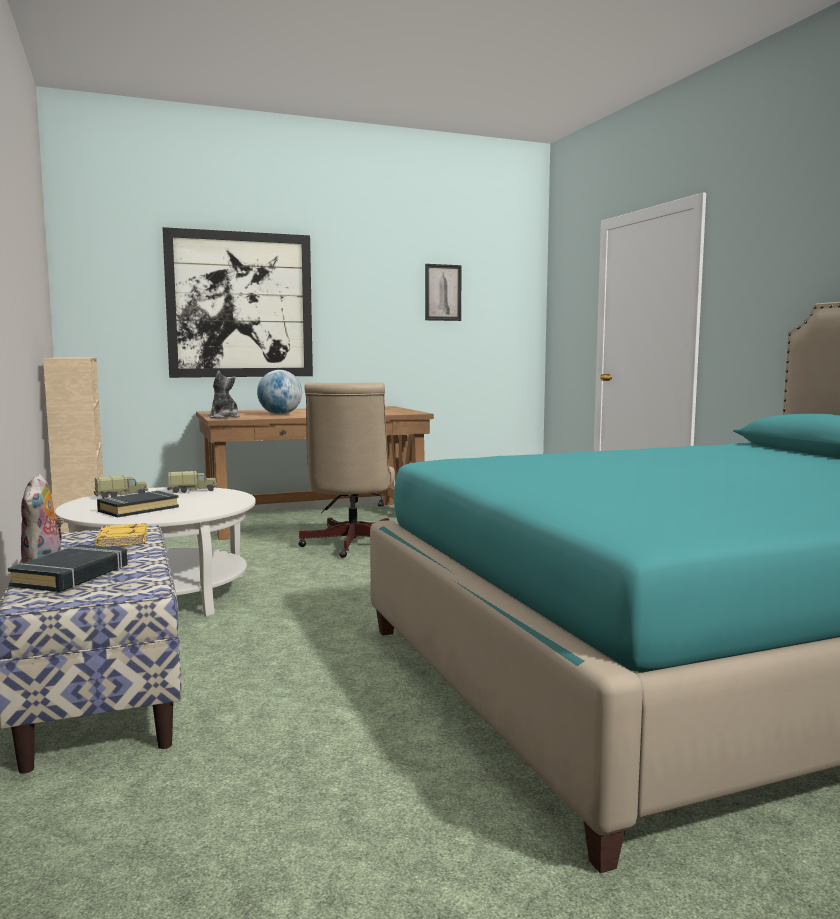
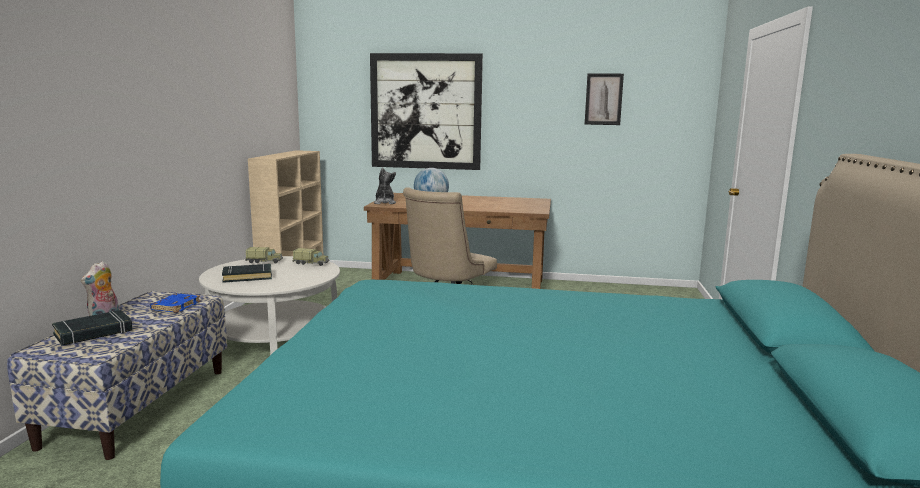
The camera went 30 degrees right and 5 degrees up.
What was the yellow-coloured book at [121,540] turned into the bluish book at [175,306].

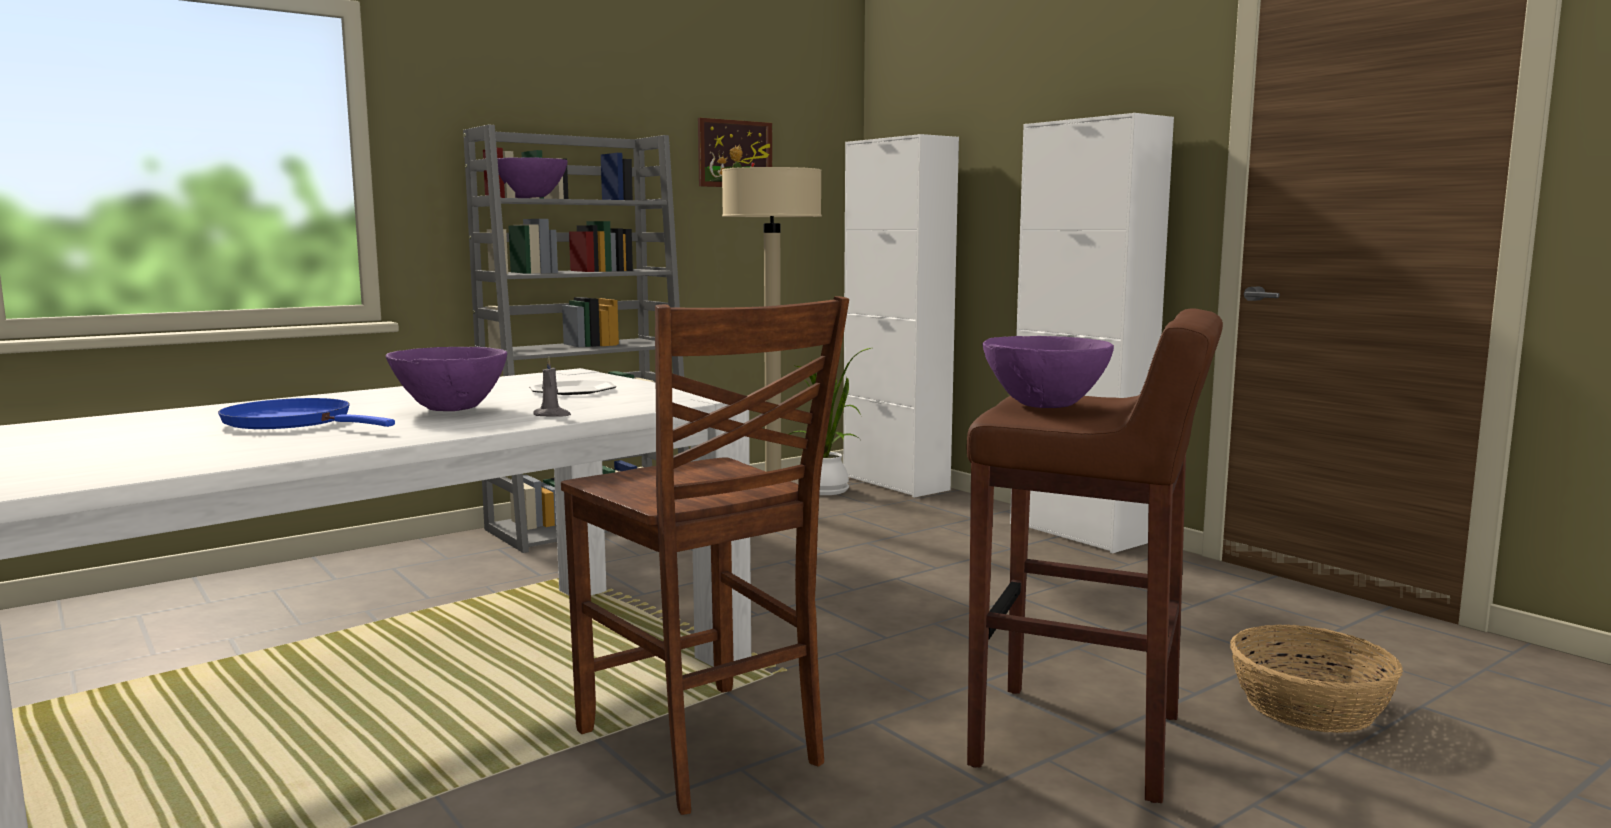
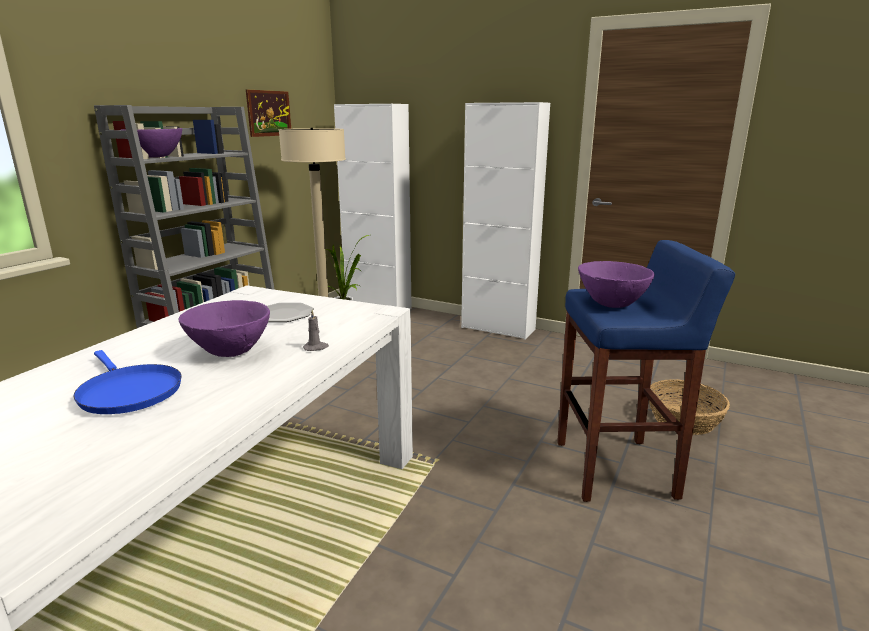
The camera went 25 degrees left and 10 degrees up.
The second view lost the brown upright chair at [702,748].
What was the brown stool at [1081,742] turned into the bluish stool at [617,469].
The bluish pan at [294,422] ended up facing another way, 135 degrees counterclockwise from before.

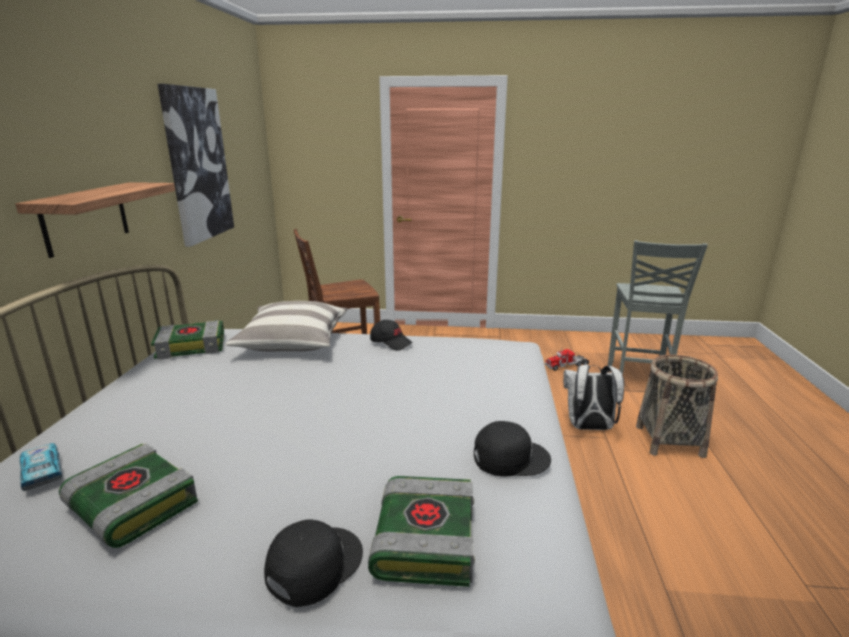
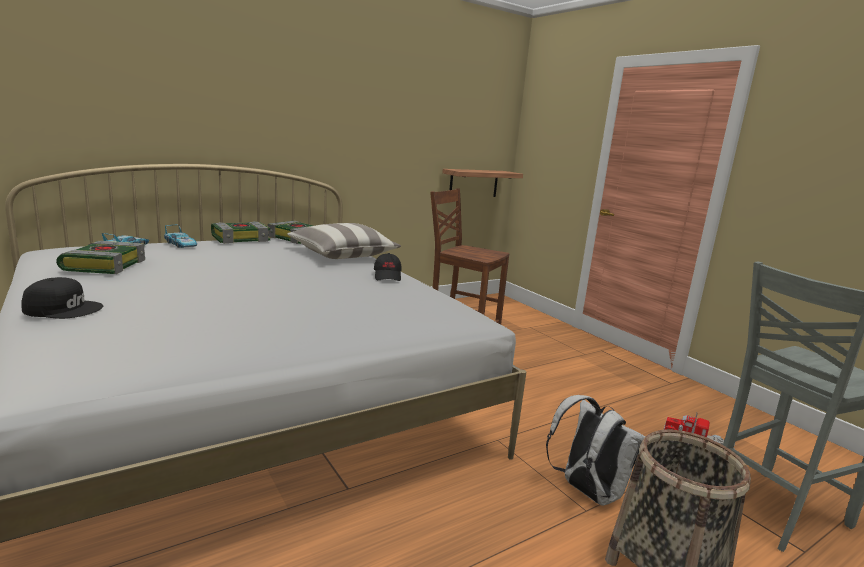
The camera went 50 degrees right and 5 degrees down.
The second view lost the wall art at [197,165].
The bracket shelf ended up elsewhere, having gone from [86,218] to [473,183].
The second view lost the black baseball cap at [510,457].
The book ended up elsewhere, having gone from [423,538] to [241,238].
The second view gained the miniature car at [181,244].

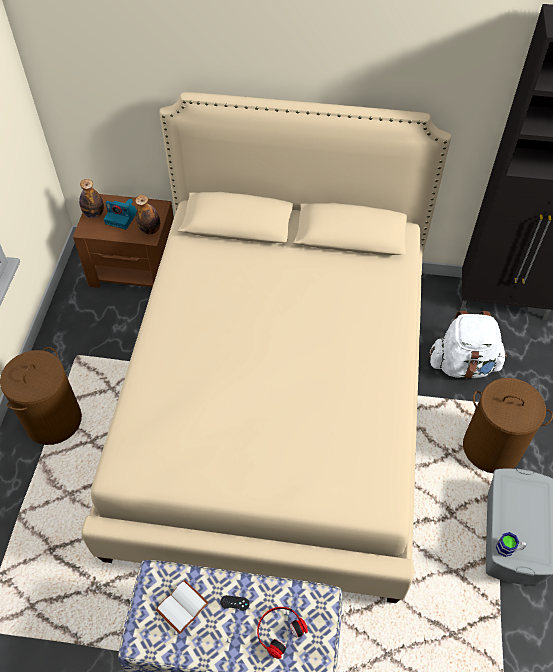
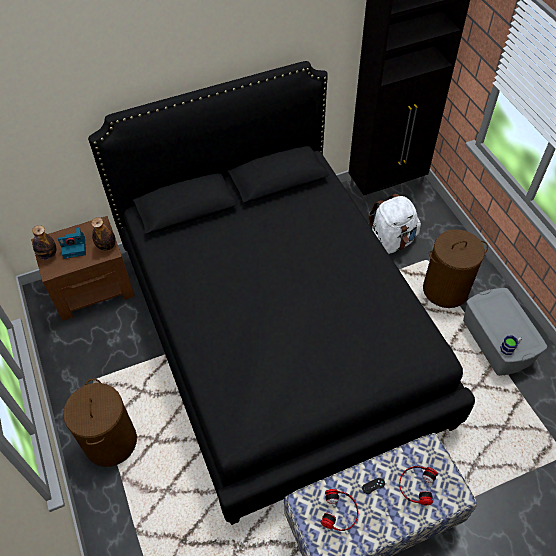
The camera went 30 degrees left and 0 degrees up.
What was the beige sleeping bed at [277,402] turned into the black sleeping bed at [279,334].
Where the white book stood at [182,608], the headphones came to stand at [340,512].

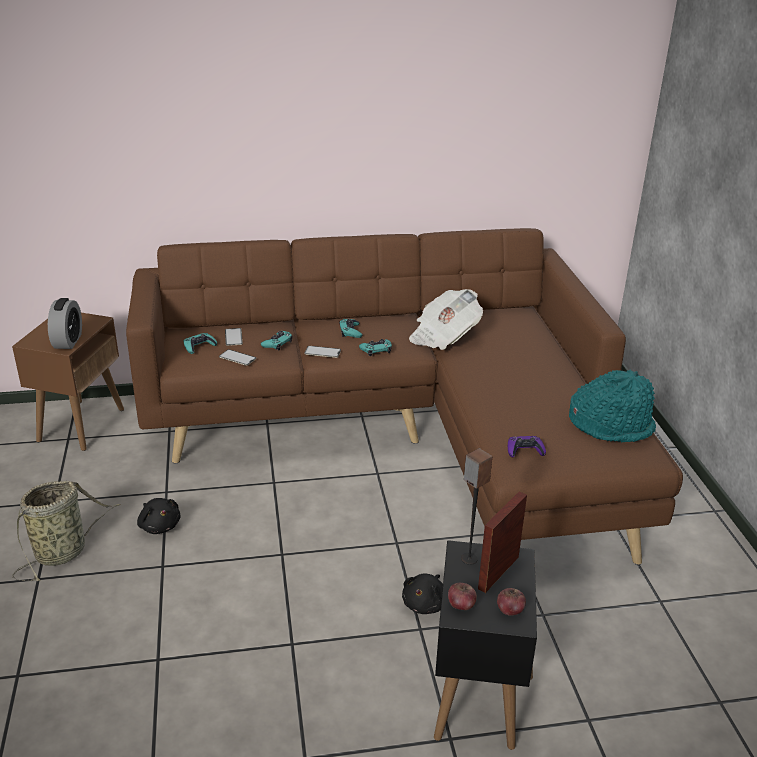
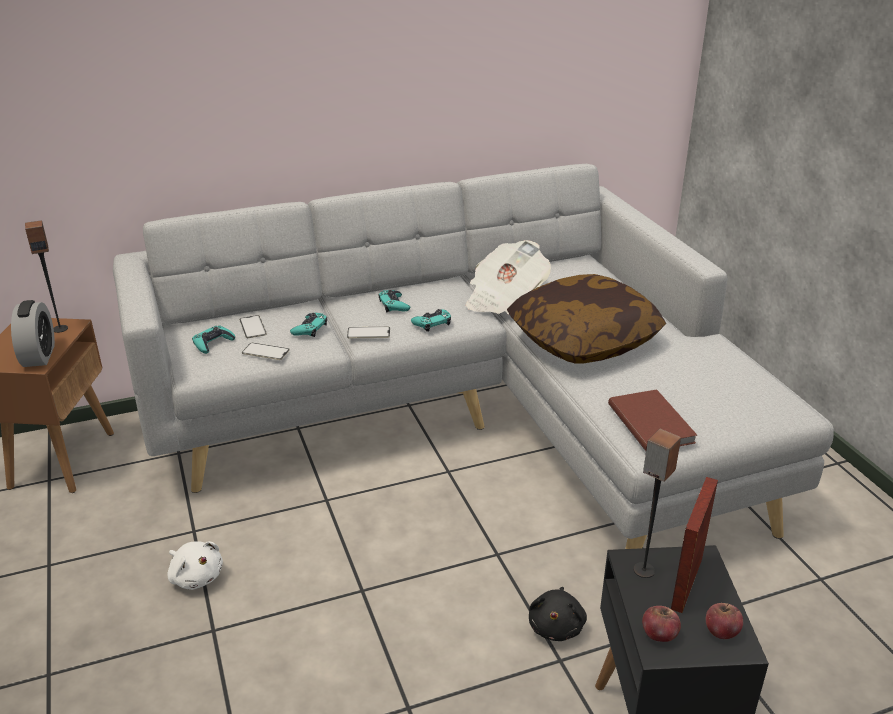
The camera went 10 degrees left and 0 degrees up.
What was the brown couch at [414,443] turned into the greyish couch at [480,429].
The second view lost the blue-green wearable hat at [611,425].
Where the purple-coloured game controller stood at [525,450], the brown book came to stand at [652,422].
The second view lost the basket at [64,551].
What was the black soft toy at [159,525] turned into the white soft toy at [196,576].
The second view gained the loudspeaker at [60,328].
The second view gained the throw pillow at [583,340].

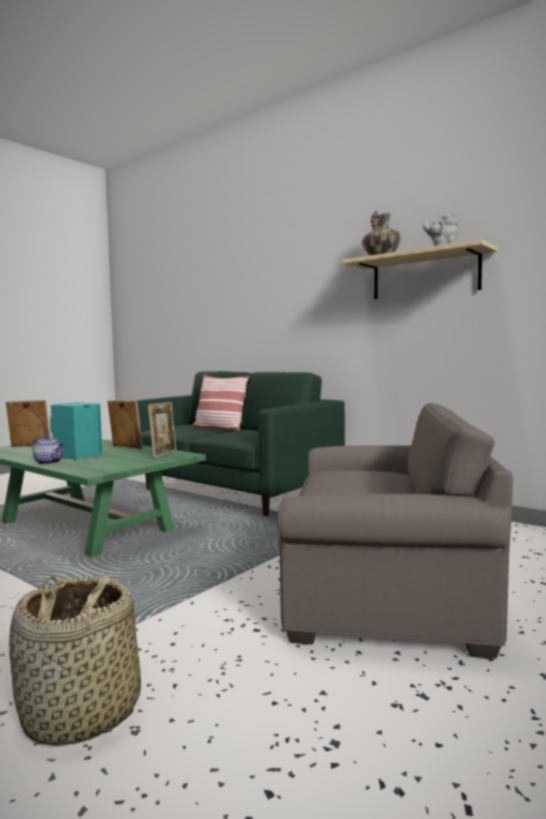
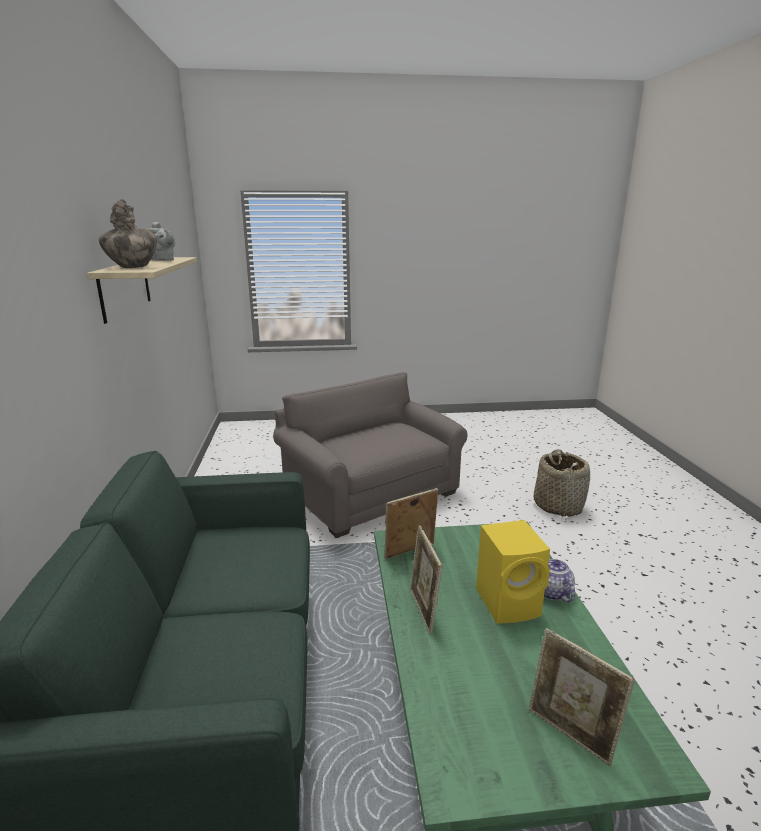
The camera went 135 degrees left and 15 degrees up.
The second view lost the throw pillow at [219,428].
What was the blue-green loudspeaker at [76,456] turned into the yellow-coloured loudspeaker at [510,602].

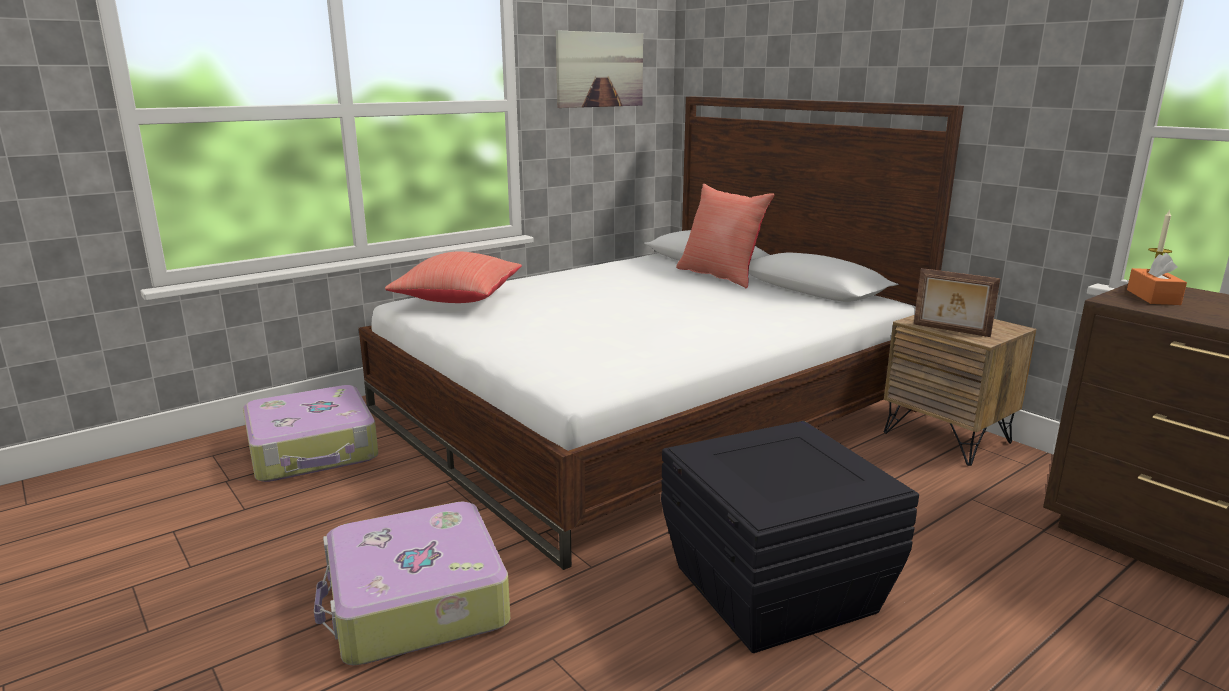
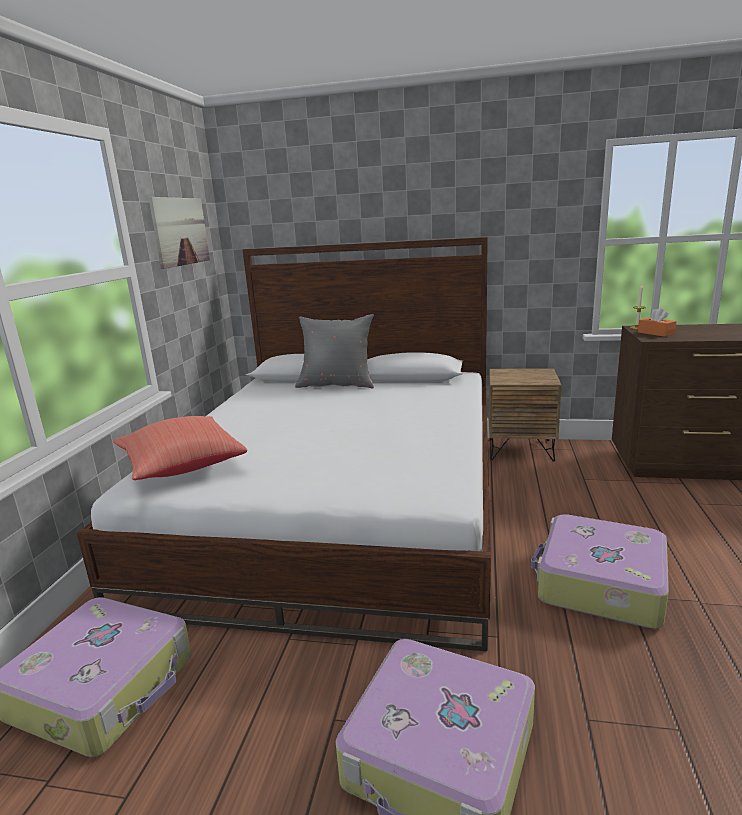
The camera went 40 degrees left and 0 degrees up.
What was the red throw pillow at [720,276] turned into the greyish throw pillow at [337,384].
The second view lost the photo frame at [950,330].
Where the black storage bin stood at [771,588], the suitcase came to stand at [599,584].

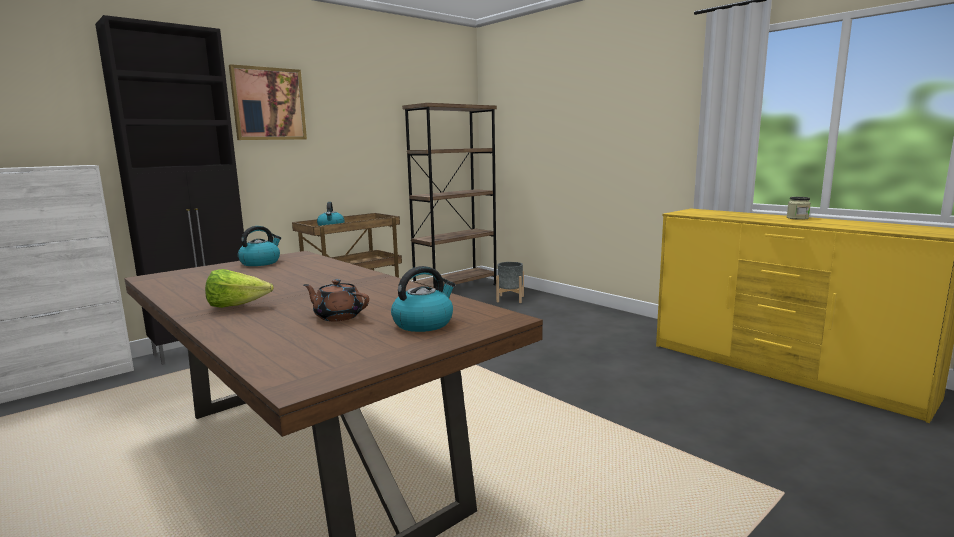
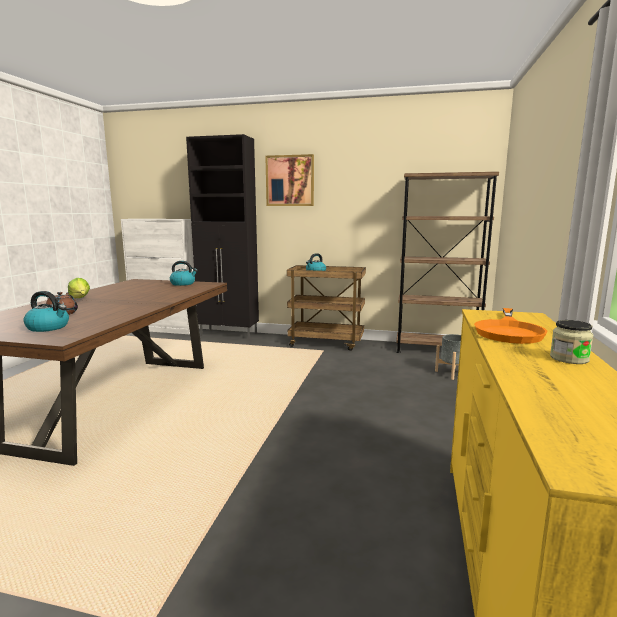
The camera went 55 degrees right and 0 degrees up.
The second view gained the orangey pan at [509,331].

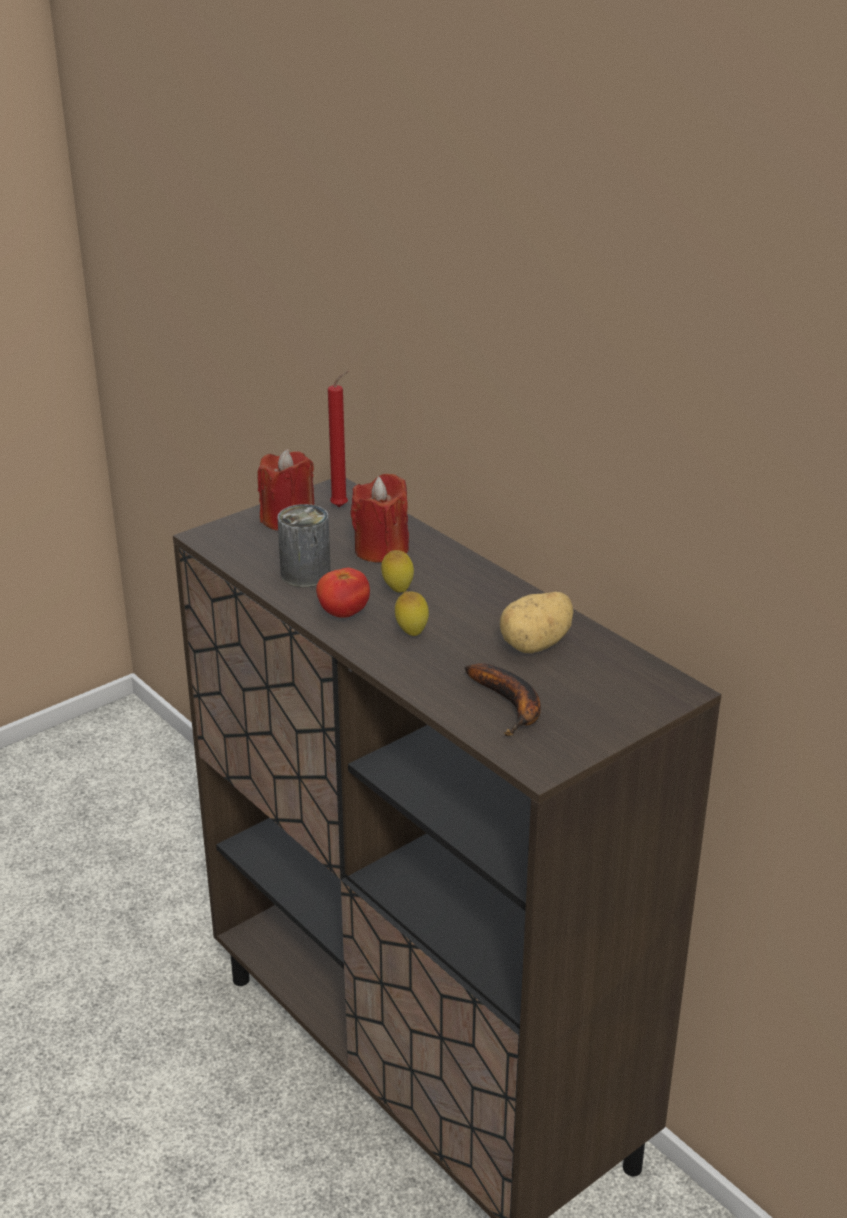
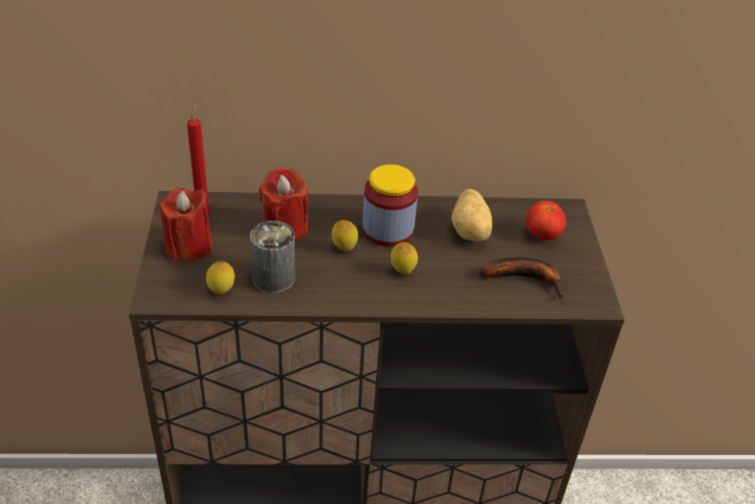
The camera went 55 degrees left and 10 degrees up.
The fresh tomato ended up elsewhere, having gone from [343,613] to [542,235].
The second view gained the jar at [388,230].
The second view gained the lemon at [221,292].

